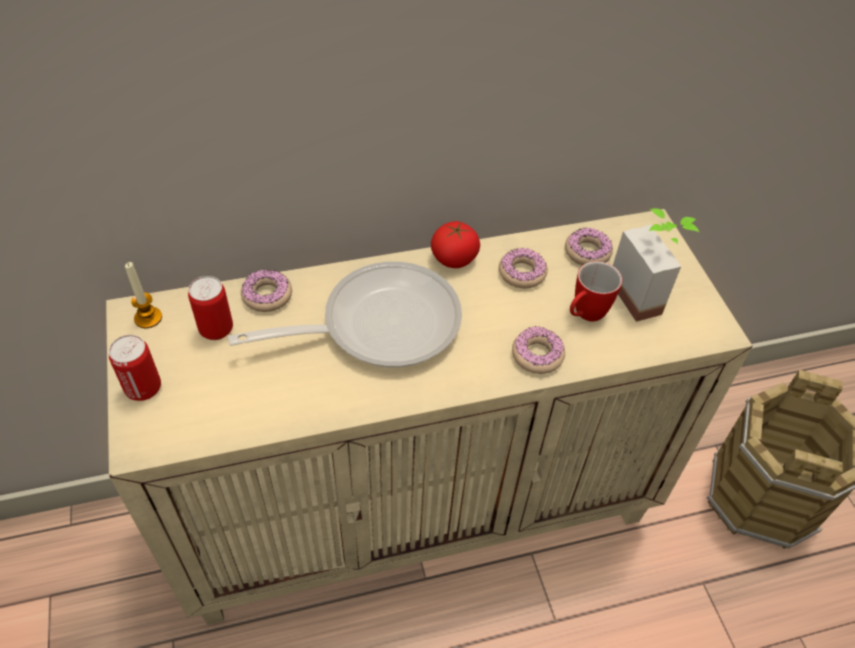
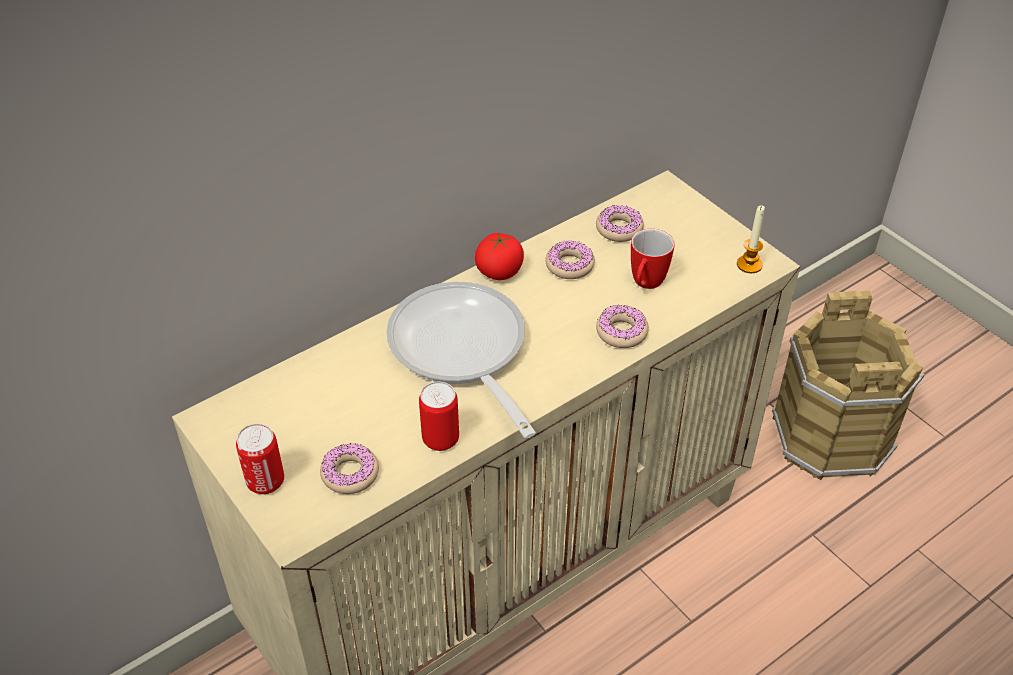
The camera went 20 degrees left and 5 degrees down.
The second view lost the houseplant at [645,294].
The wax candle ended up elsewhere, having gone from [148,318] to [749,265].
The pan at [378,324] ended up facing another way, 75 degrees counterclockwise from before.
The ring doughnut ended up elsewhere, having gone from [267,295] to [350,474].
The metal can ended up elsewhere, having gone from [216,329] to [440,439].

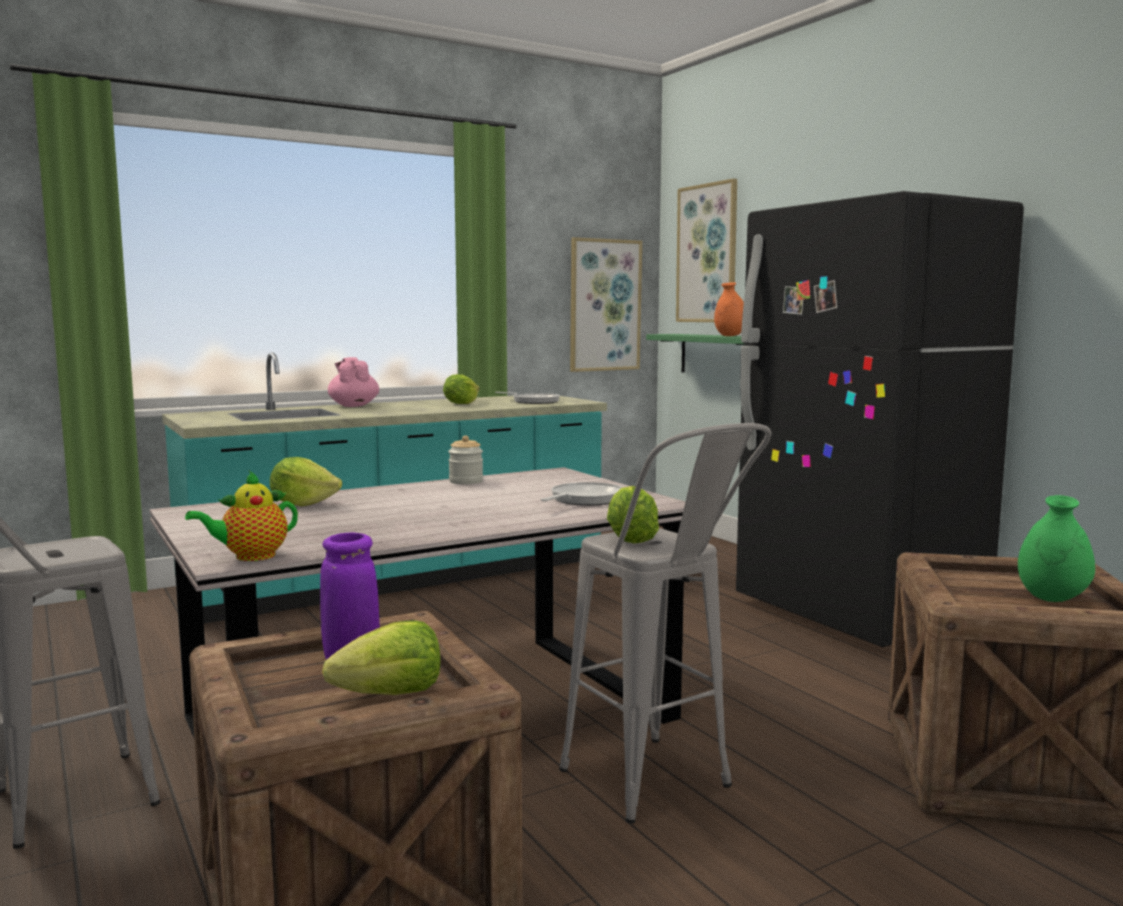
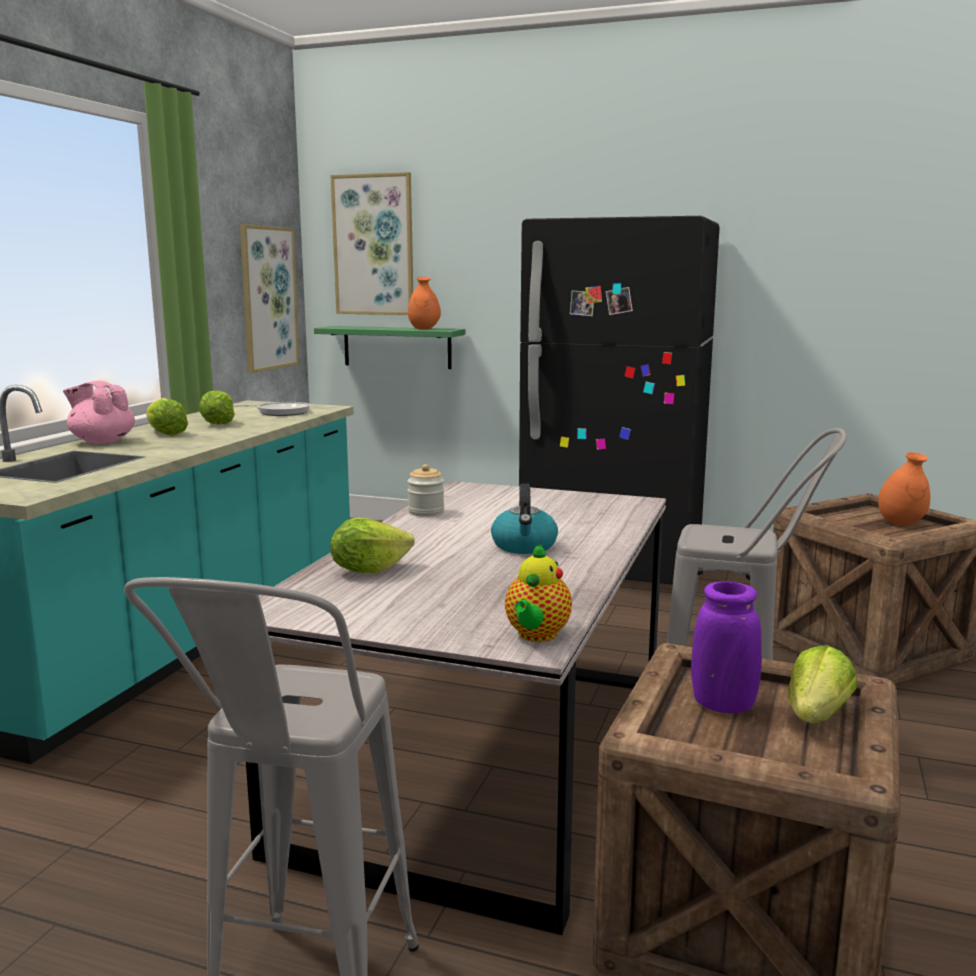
The camera went 40 degrees left and 5 degrees up.
The second view lost the pan at [584,500].
The lettuce ended up elsewhere, having gone from [630,538] to [165,433].
What was the green-coloured decorative vase at [1052,599] turned into the orangey decorative vase at [901,523].
The second view gained the kettle at [524,546].

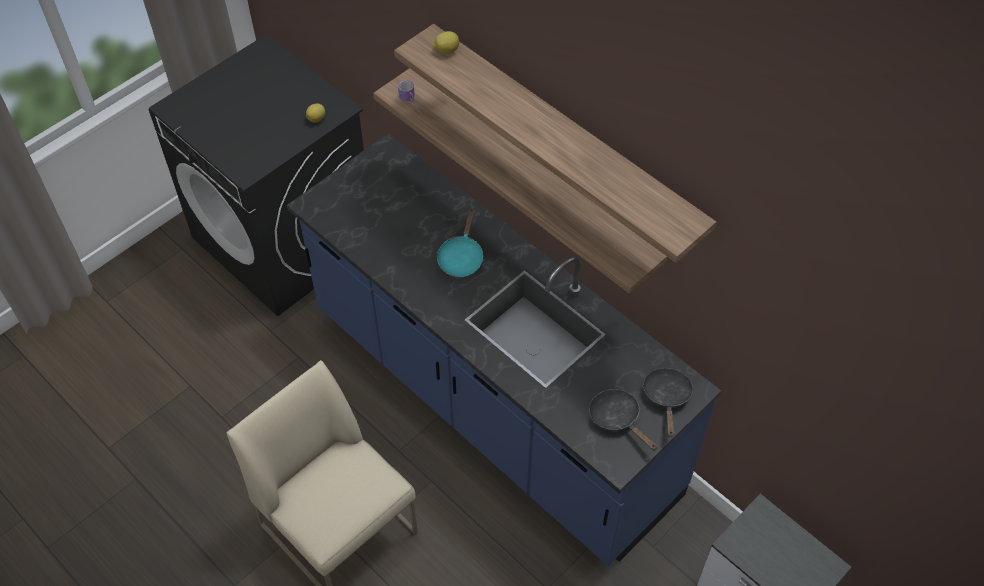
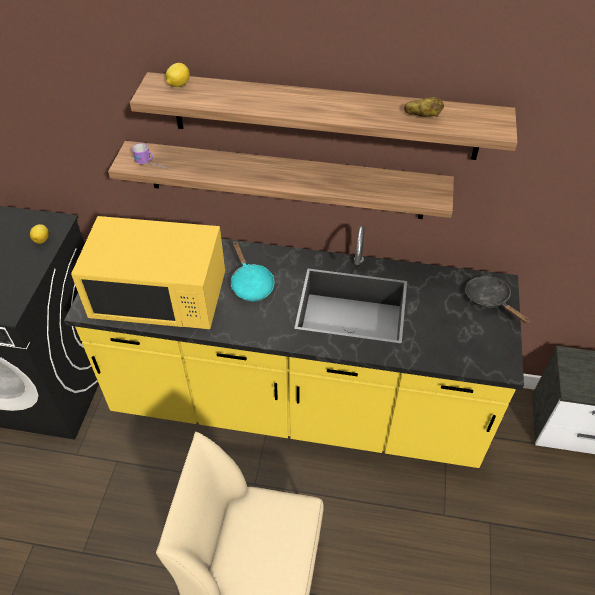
The camera went 35 degrees left and 5 degrees down.
What was the bluish kitchen counter at [492,405] turned into the yellow-coloured kitchen counter at [297,406].
The second view lost the black pan at [617,419].
The second view gained the spud at [422,116].
The second view gained the yellow-coloured kitchen microwave at [160,297].

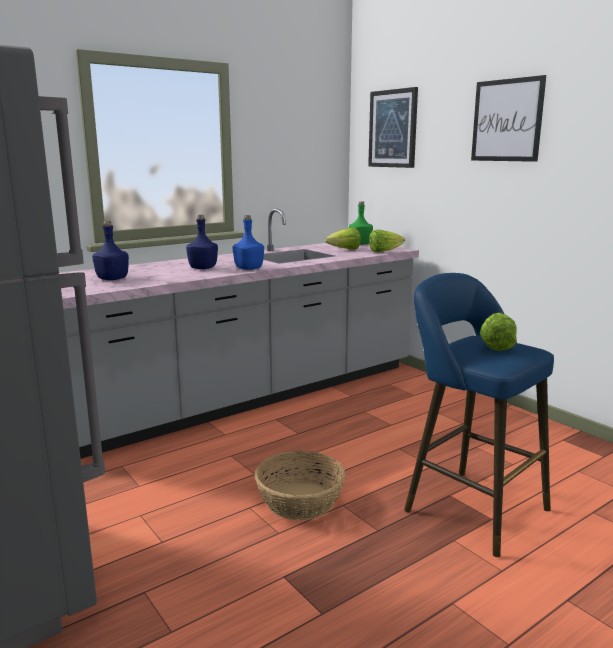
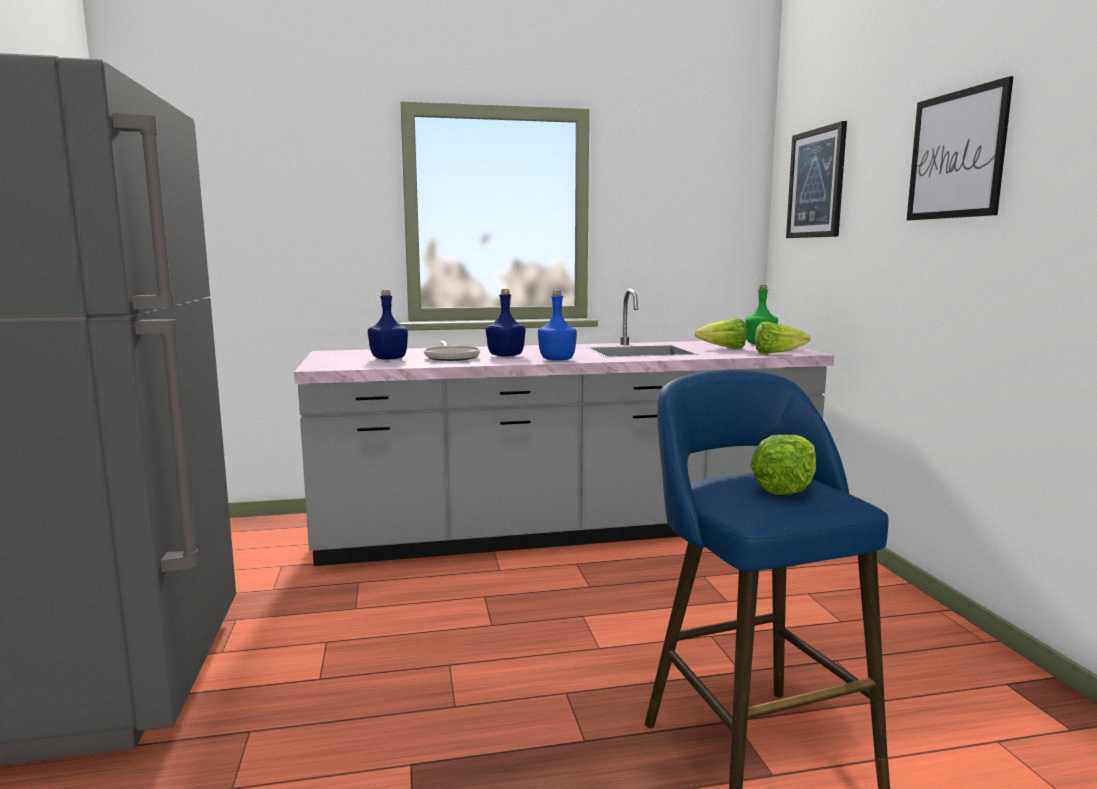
The camera went 25 degrees right and 5 degrees down.
The second view lost the basket at [300,500].
The second view gained the pan at [452,357].

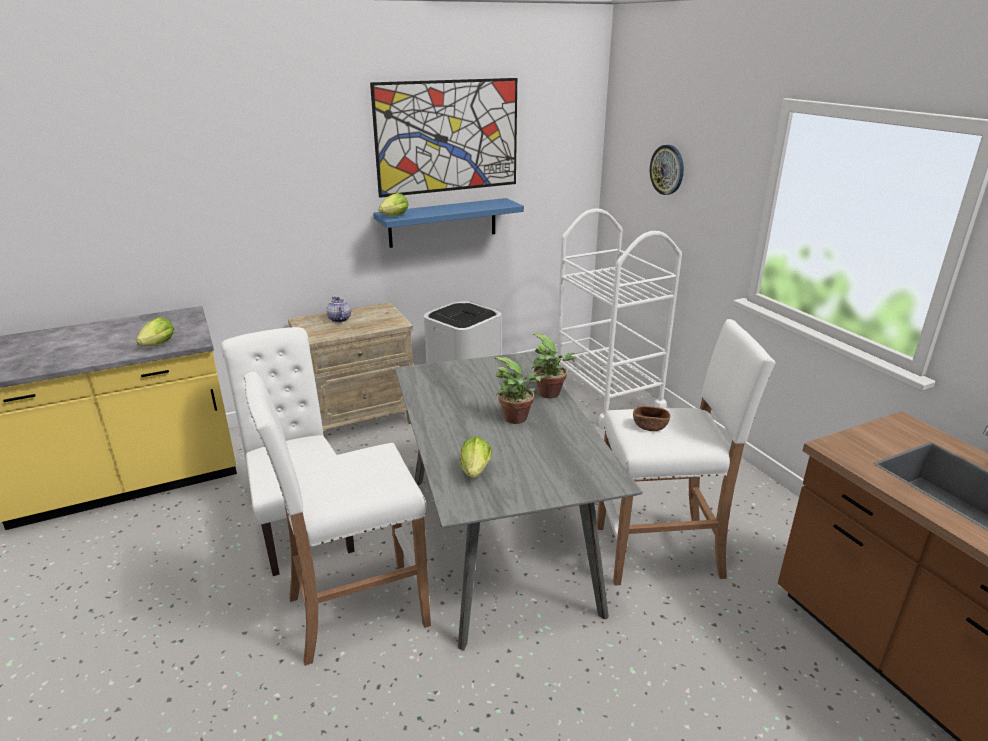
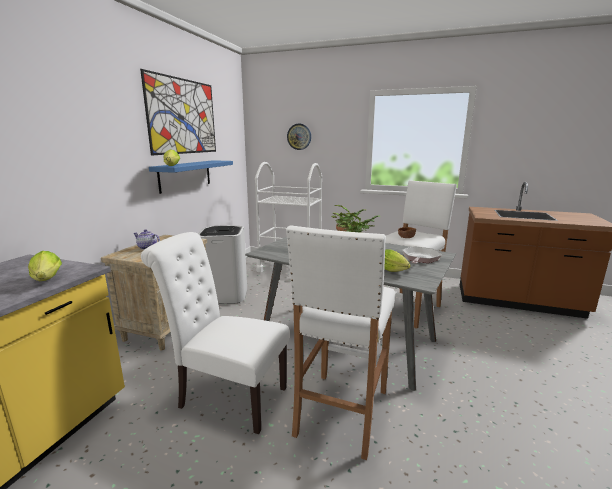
The camera went 45 degrees left and 10 degrees down.
The second view gained the pan at [420,259].

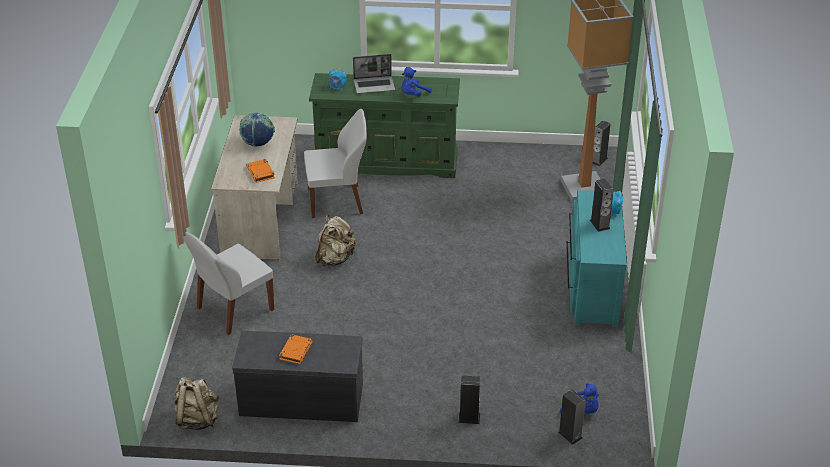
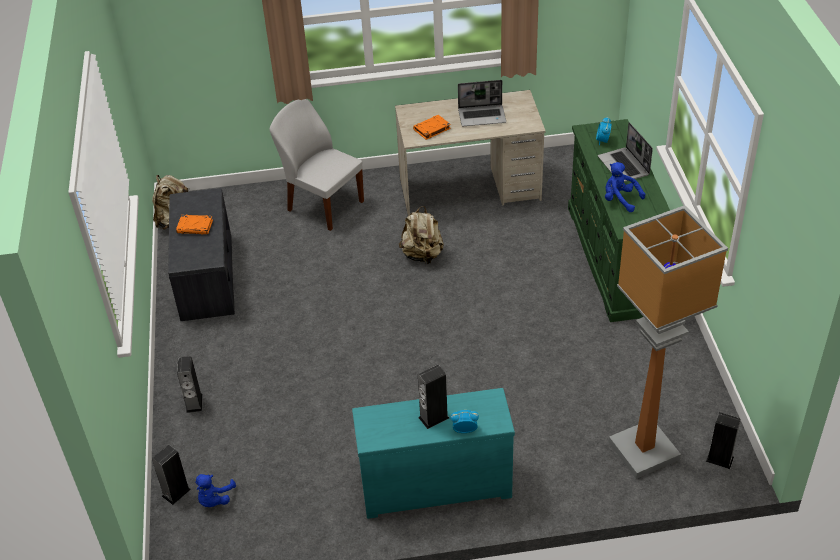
The camera went 80 degrees right and 5 degrees up.
The second view lost the white upright chair at [337,201].
Where the desk globe stood at [258,144], the portable computer came to stand at [482,116].

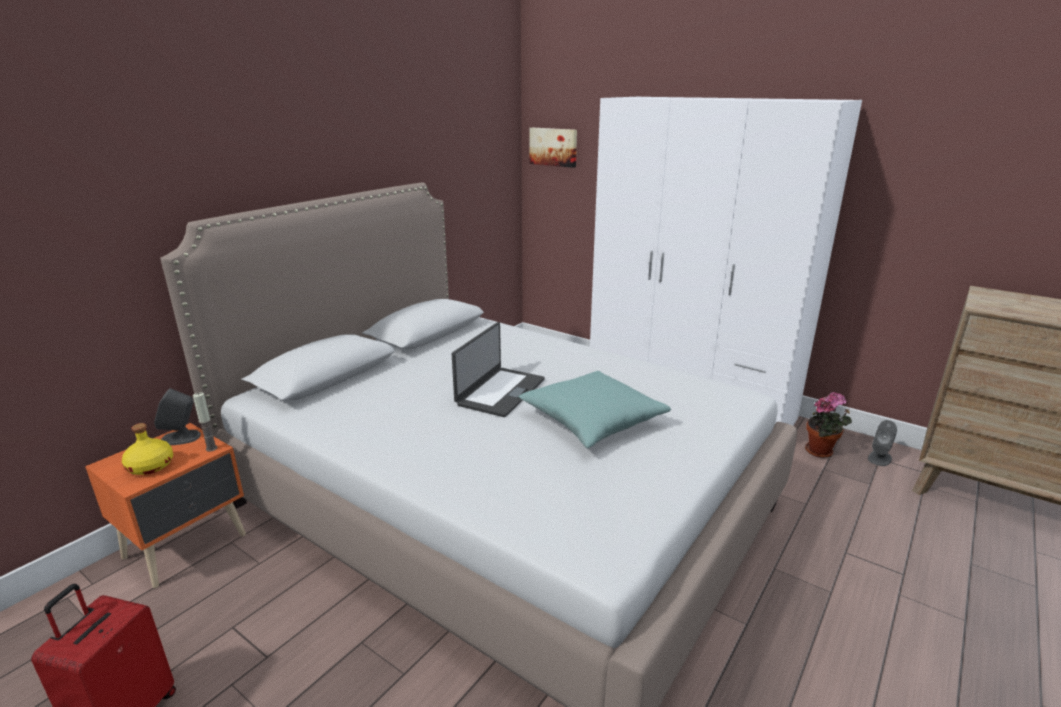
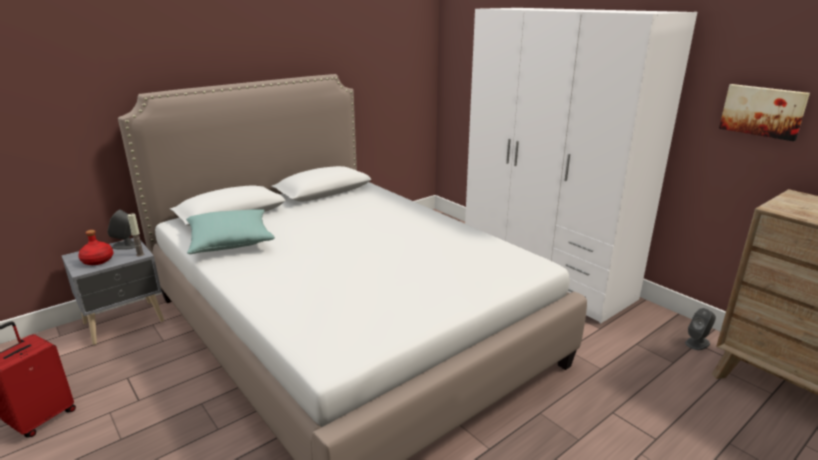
The camera went 15 degrees right and 0 degrees up.
The wall art ended up elsewhere, having gone from [553,147] to [763,111].
The second view lost the portable computer at [500,391].
The blue-green throw pillow ended up elsewhere, having gone from [592,421] to [230,242].
The second view lost the houseplant at [821,452].
What was the orangey night table at [188,546] turned into the greyish night table at [125,322].
What was the yellow-coloured drink bottle at [151,466] turned into the red drink bottle at [98,260].

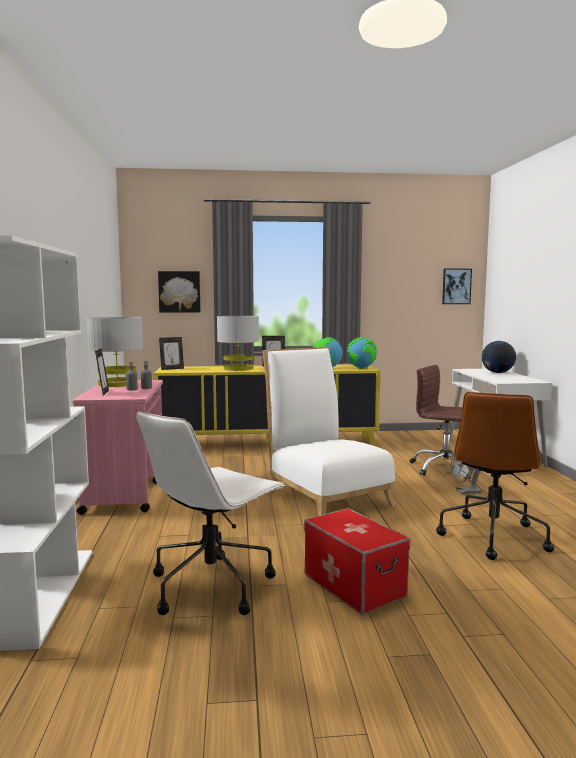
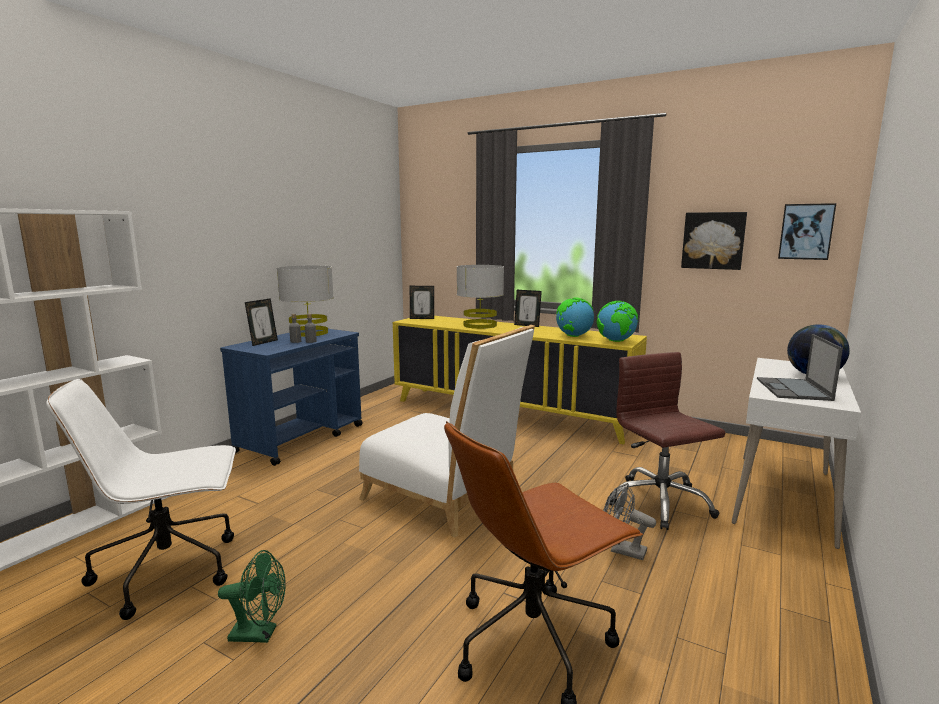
The camera went 35 degrees right and 5 degrees up.
The wall art ended up elsewhere, having gone from [179,292] to [713,240].
The white upright chair at [324,496] ended up facing another way, 120 degrees clockwise from before.
What was the pinkish cart at [126,491] turned into the bluish cart at [301,438].
Where the storage bin stood at [353,585], the green-coloured cooling fan came to stand at [260,634].
The second view gained the portable computer at [794,389].

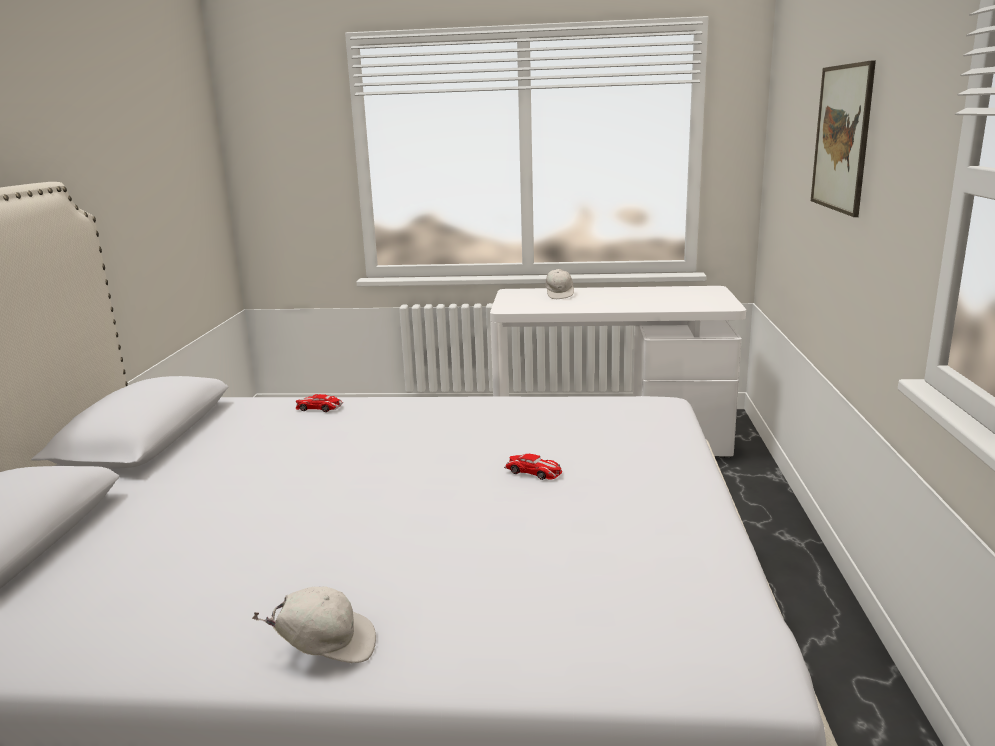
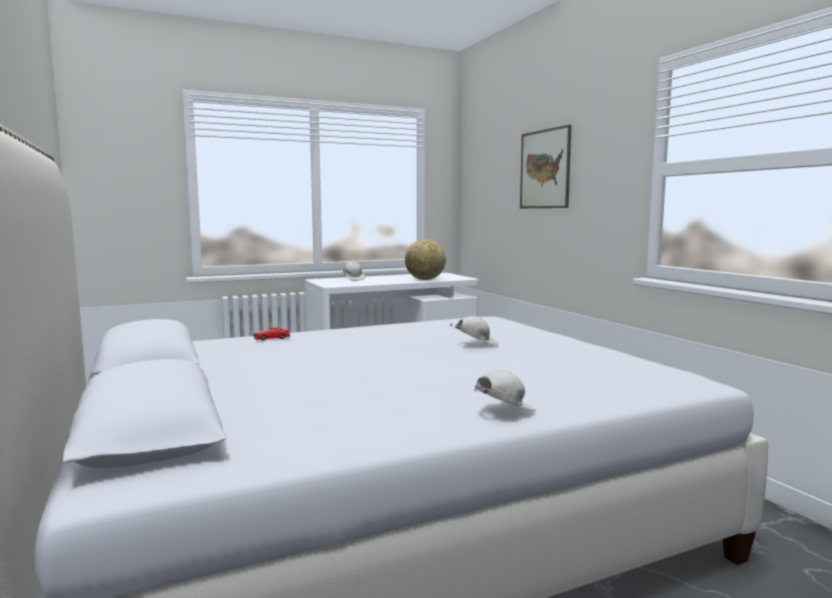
The camera went 30 degrees left and 10 degrees down.
Where the miniature car stood at [534,472], the white baseball cap came to stand at [476,344].
The second view gained the desk globe at [425,280].

